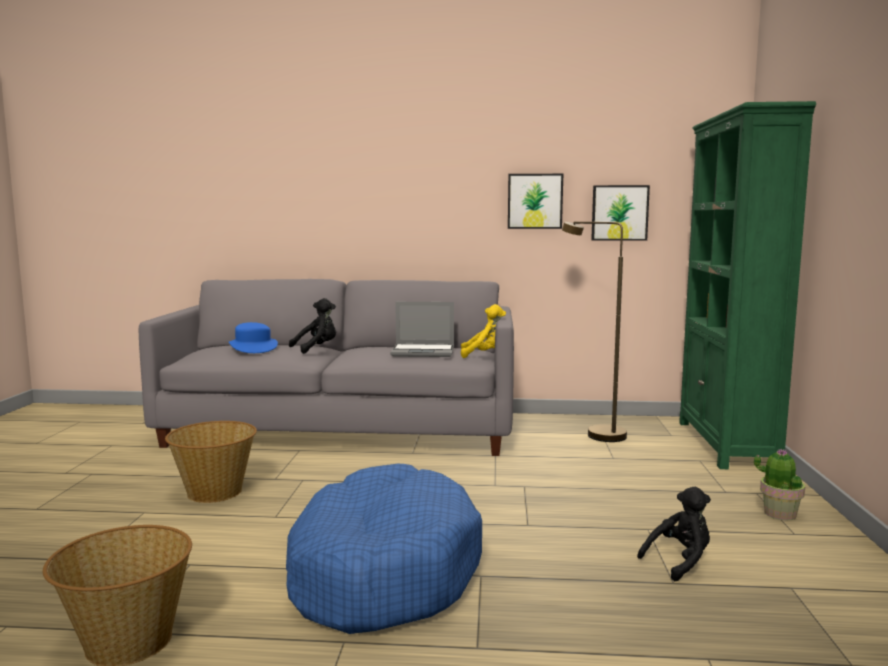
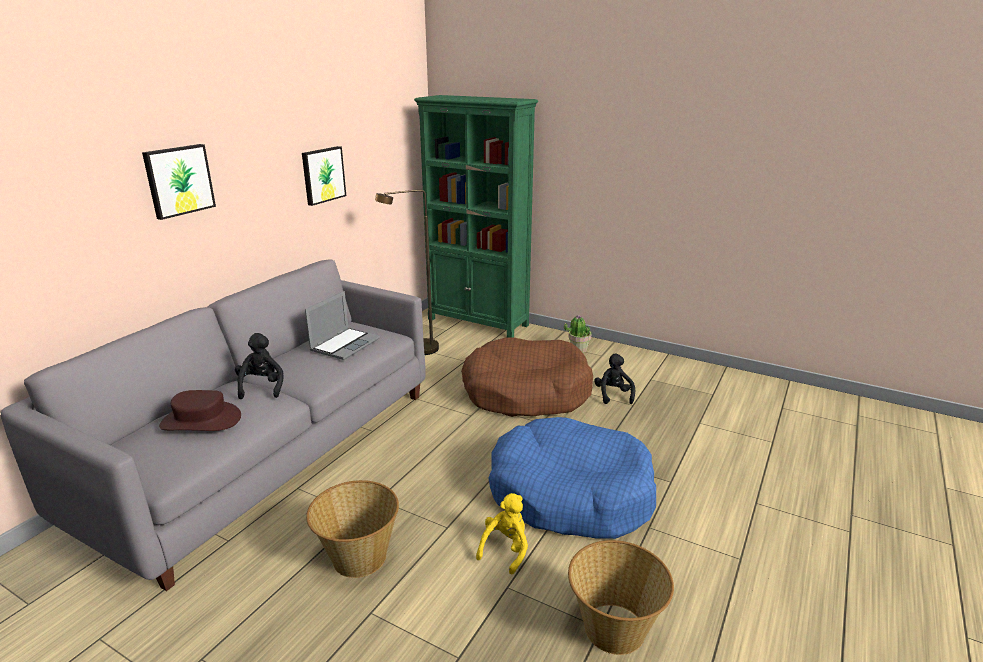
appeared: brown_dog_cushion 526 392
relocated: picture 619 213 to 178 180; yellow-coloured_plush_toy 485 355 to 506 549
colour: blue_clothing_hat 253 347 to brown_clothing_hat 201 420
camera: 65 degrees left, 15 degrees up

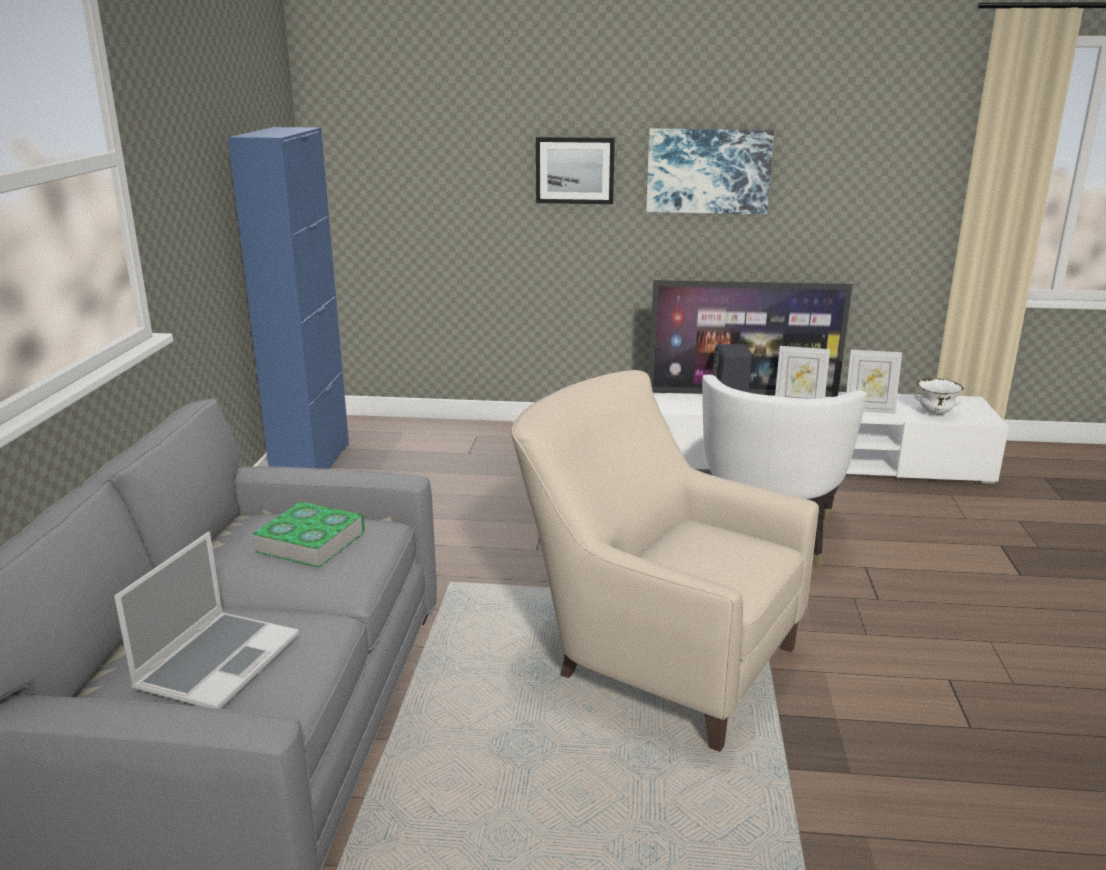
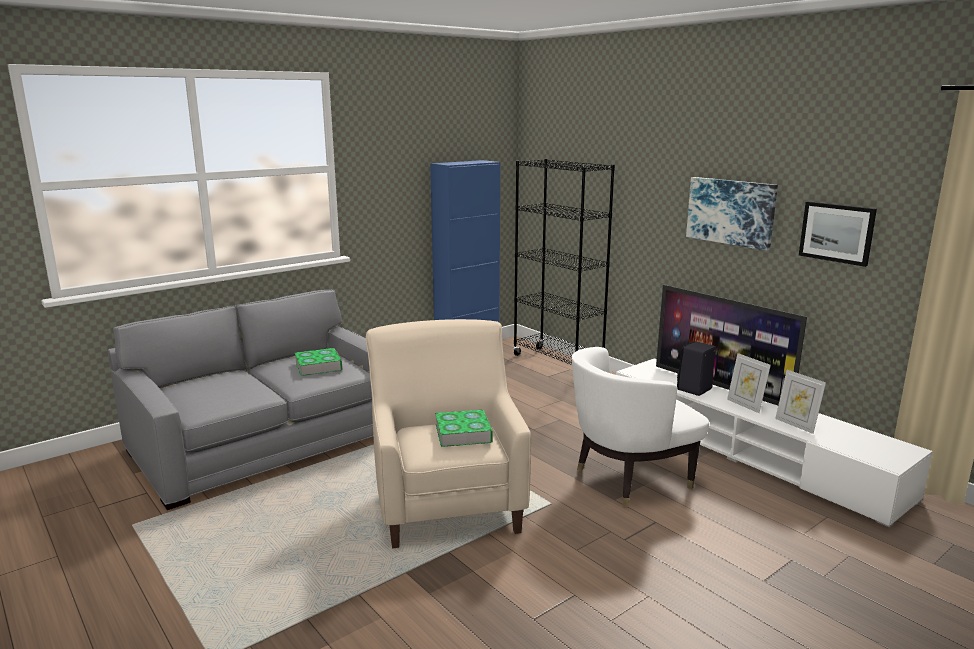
missing: white-coloured_deep_dish 935 413; notebook_computer 218 661
appeared: black-coloured_bookcase 557 363; volume 463 433
relocated: picture 575 170 to 837 232
camera: 45 degrees right, 5 degrees down

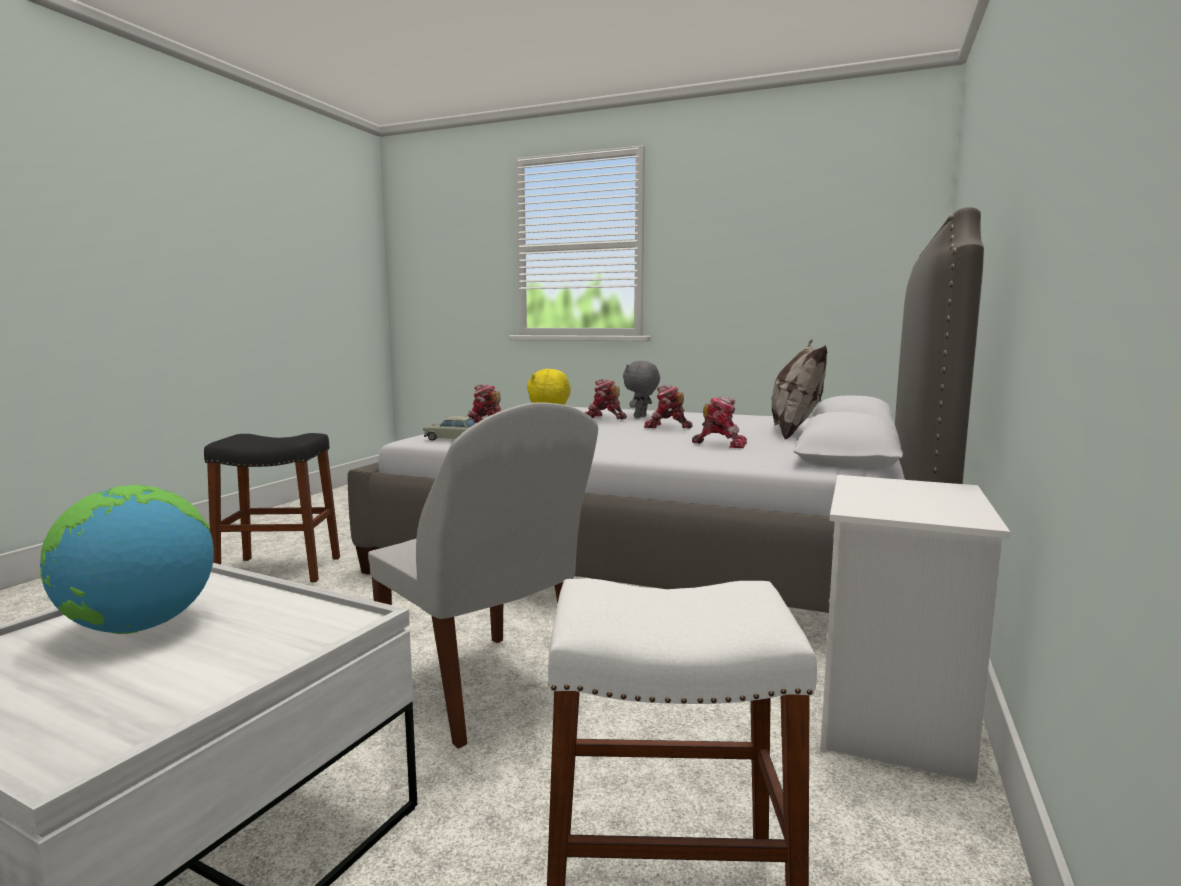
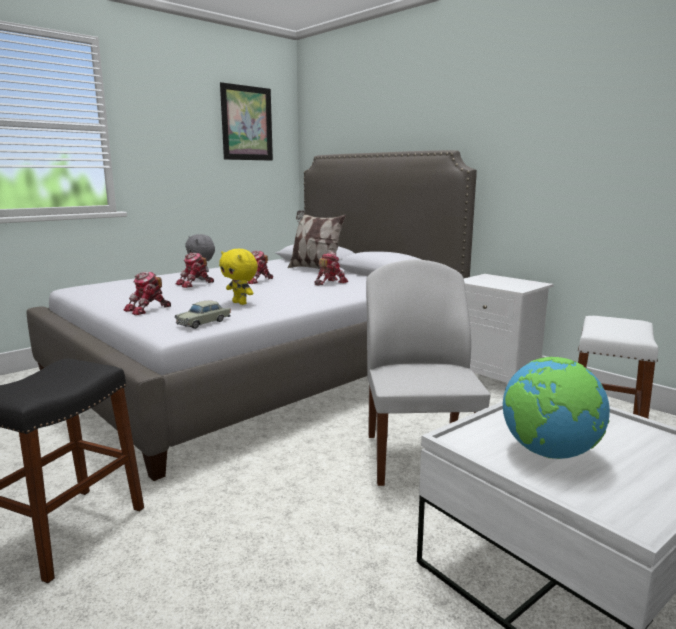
appeared: picture 247 123
spun: white-coloured_upright_chair 484 689 = 419 456 75 degrees counterclockwise
camera: 65 degrees left, 5 degrees up

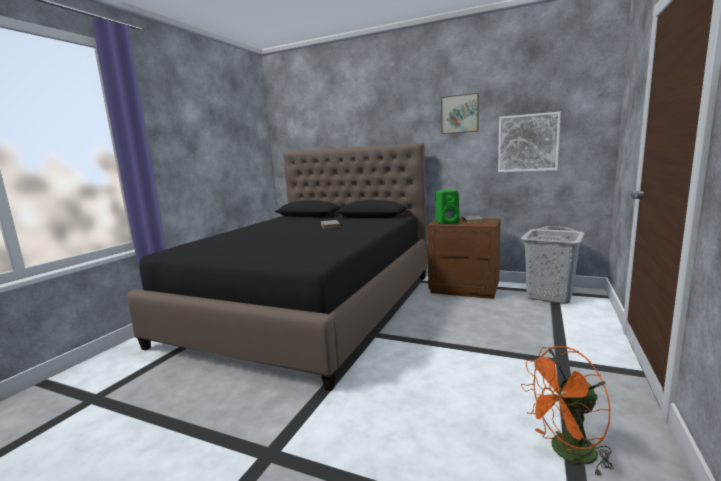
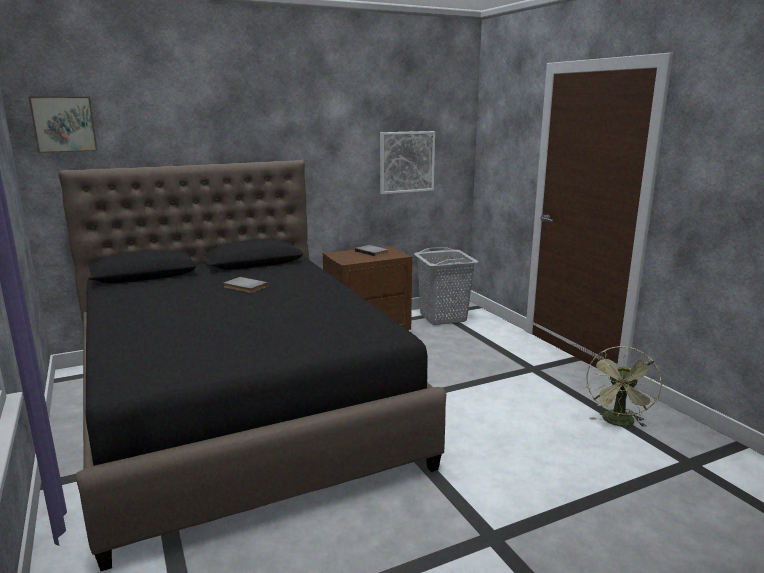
missing: greenish_loudspeaker 447 222
relocated: picture 460 114 to 64 124
colour: orangey_fan 567 453 to greenish_fan 619 423
camera: 50 degrees left, 5 degrees up

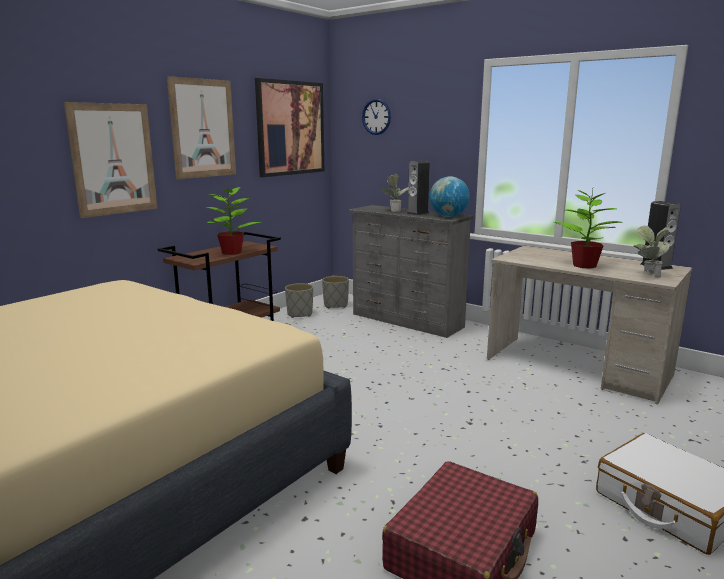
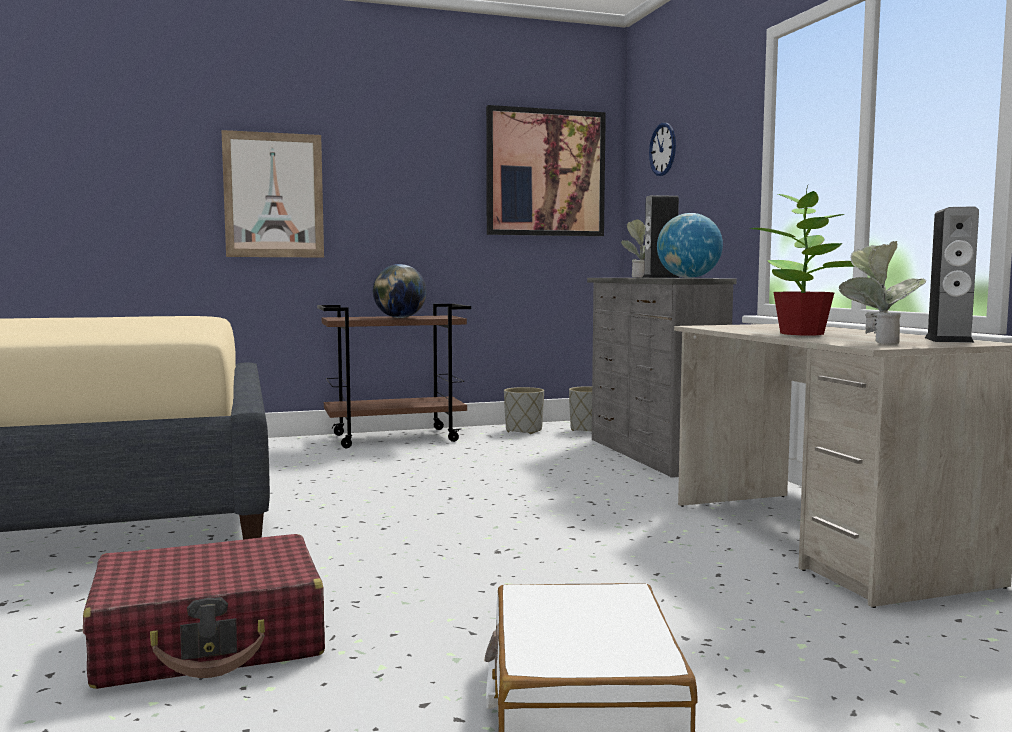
missing: picture 203 128
exchanged: potted_plant 232 252 to world_globe 400 318
camera: 35 degrees right, 10 degrees down

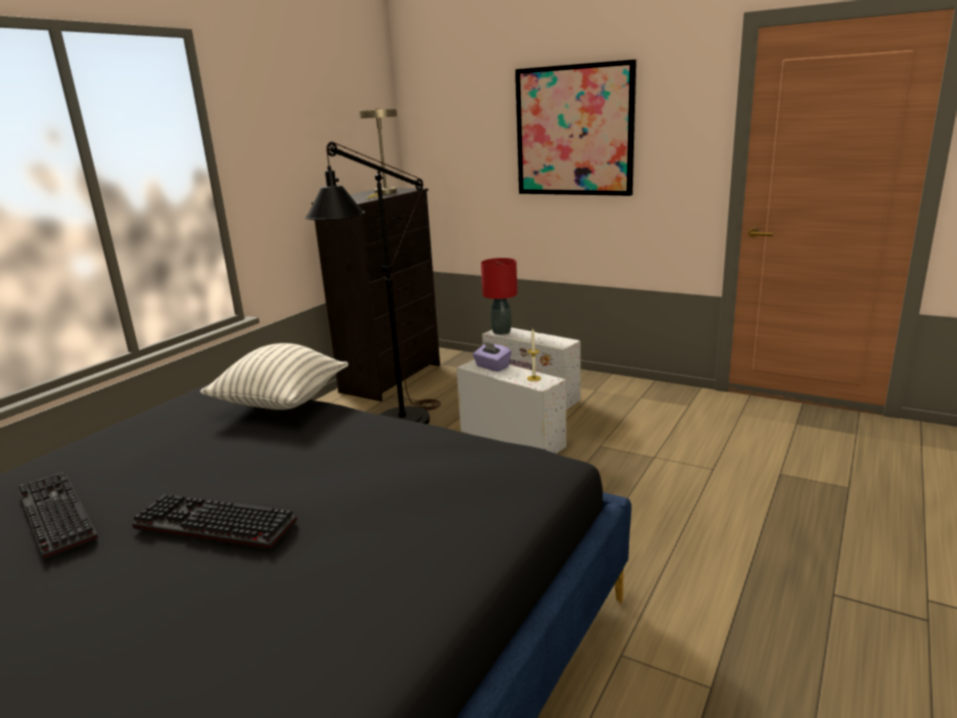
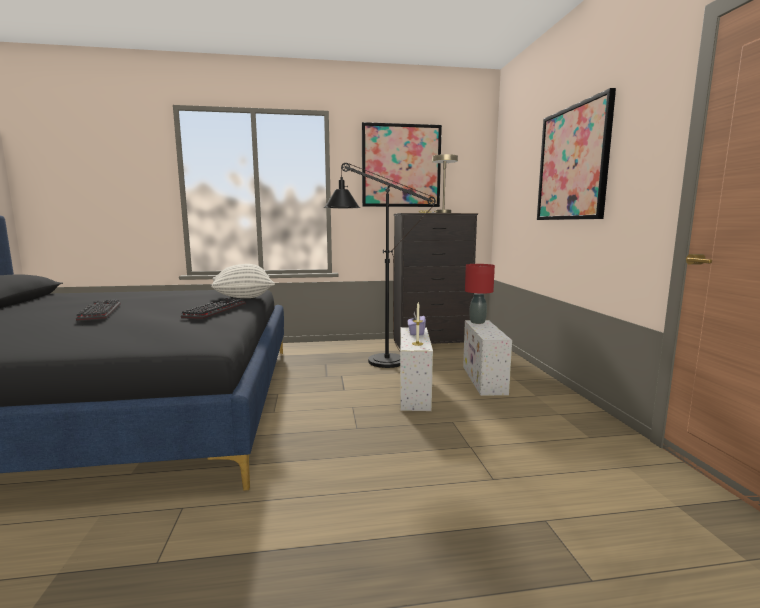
appeared: picture 401 166
relocated: keyboard 52 516 to 215 310
camera: 50 degrees right, 10 degrees down

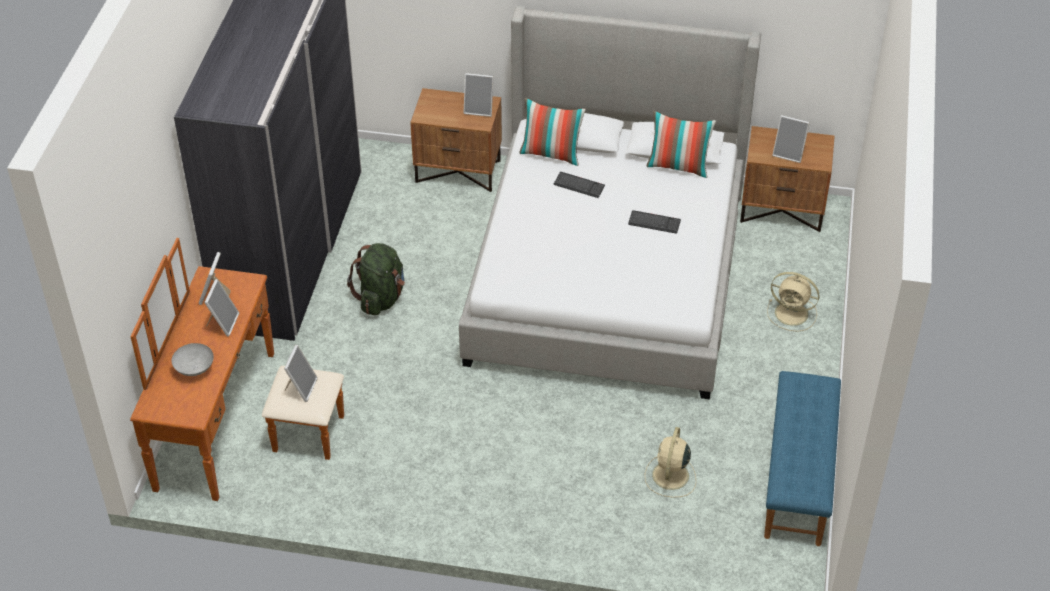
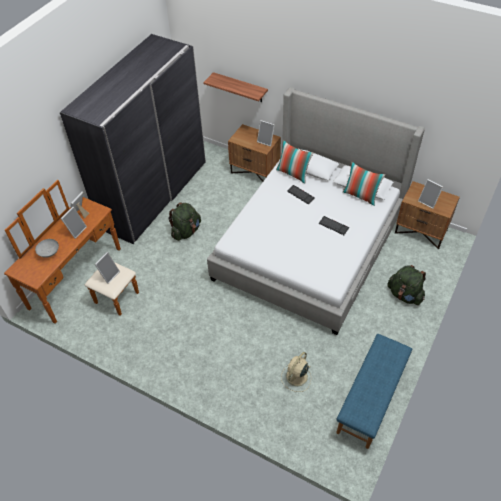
appeared: shelf 240 87
exchanged: beige_fan 793 314 to greenish_rucksack 405 295
camera: 20 degrees right, 5 degrees up

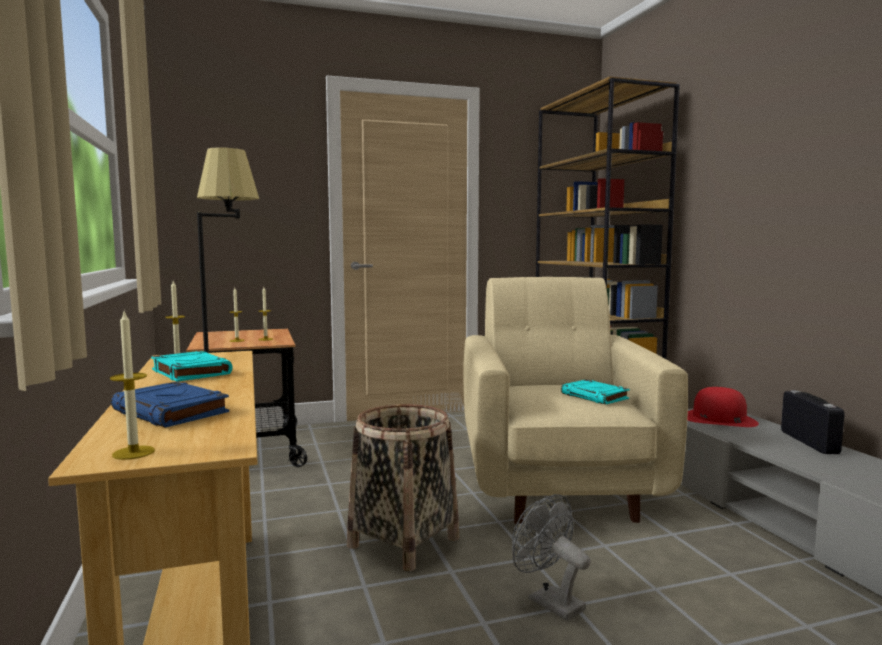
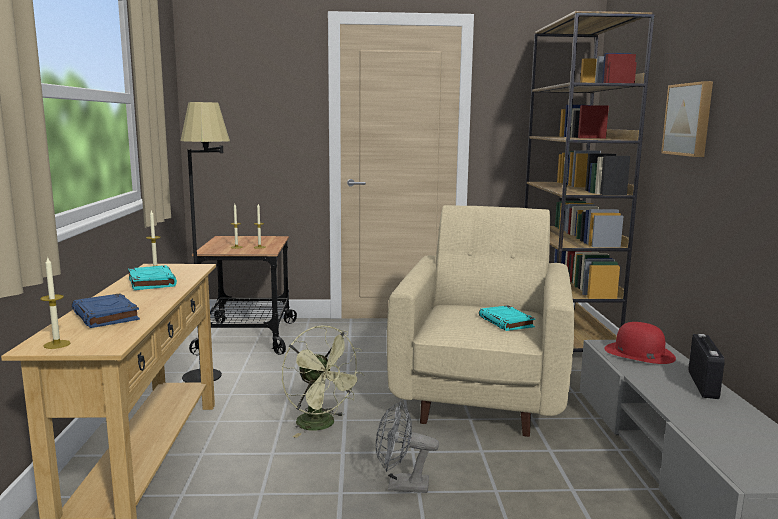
appeared: picture 689 119
exchanged: basket 404 542 to greenish_fan 322 425
spun: greyish_fan 548 601 = 401 486 60 degrees counterclockwise
camera: 15 degrees right, 5 degrees up

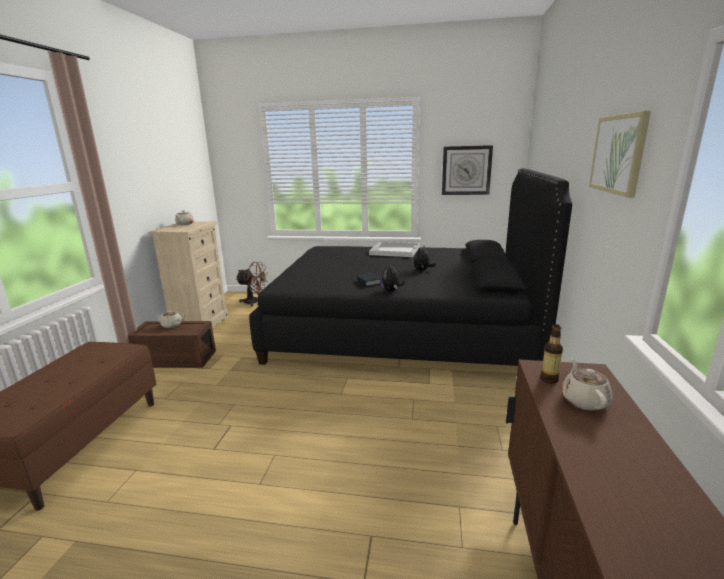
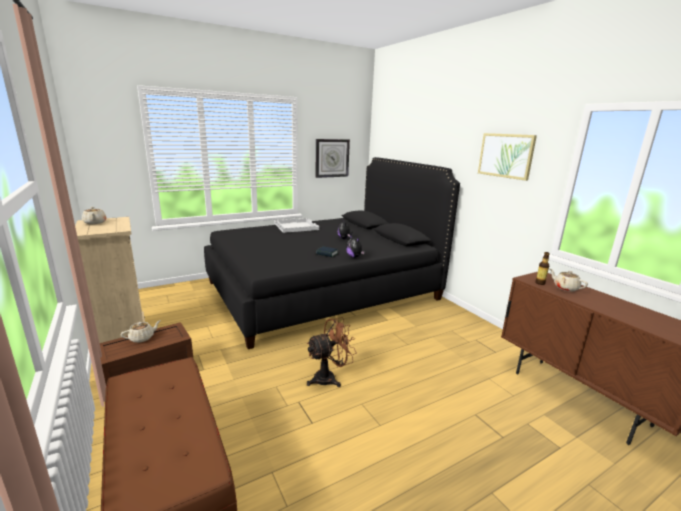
relocated: brown_fan 254 302 to 329 378
camera: 40 degrees left, 0 degrees up

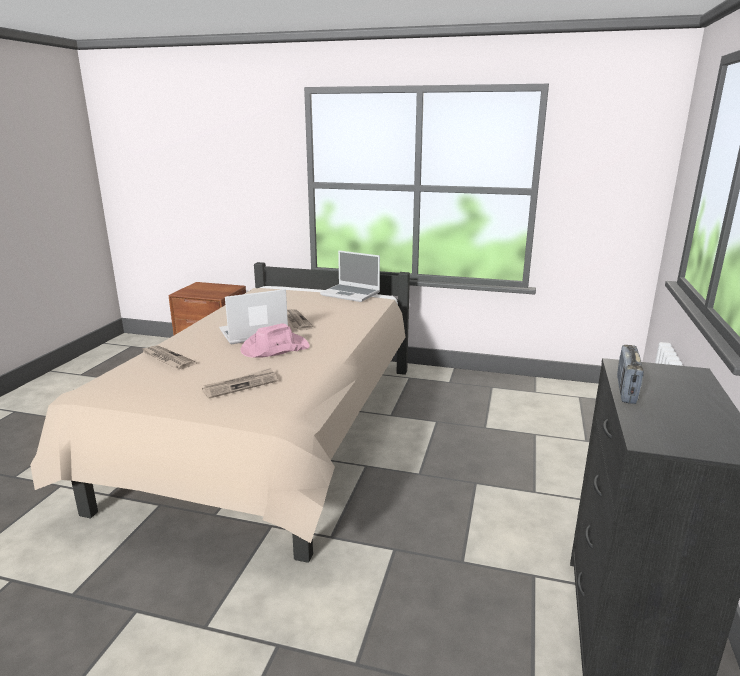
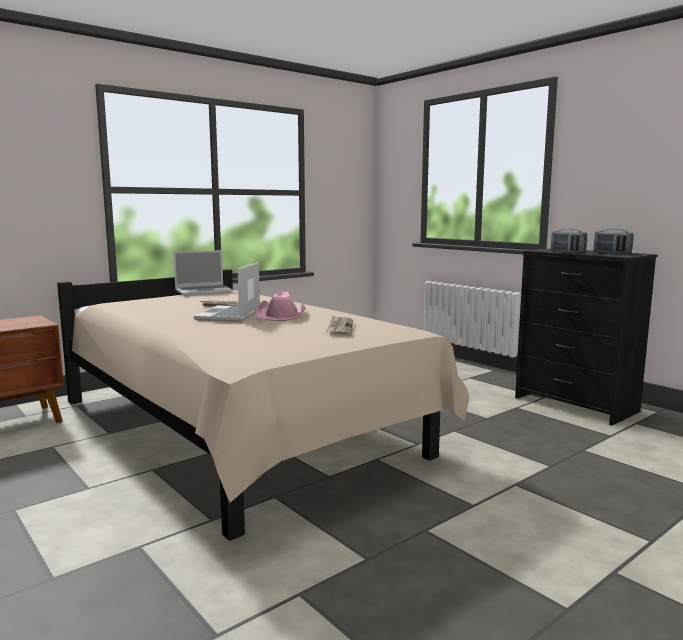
missing: daily_paper 167 359
appeared: radio 612 253
camera: 55 degrees left, 10 degrees down

